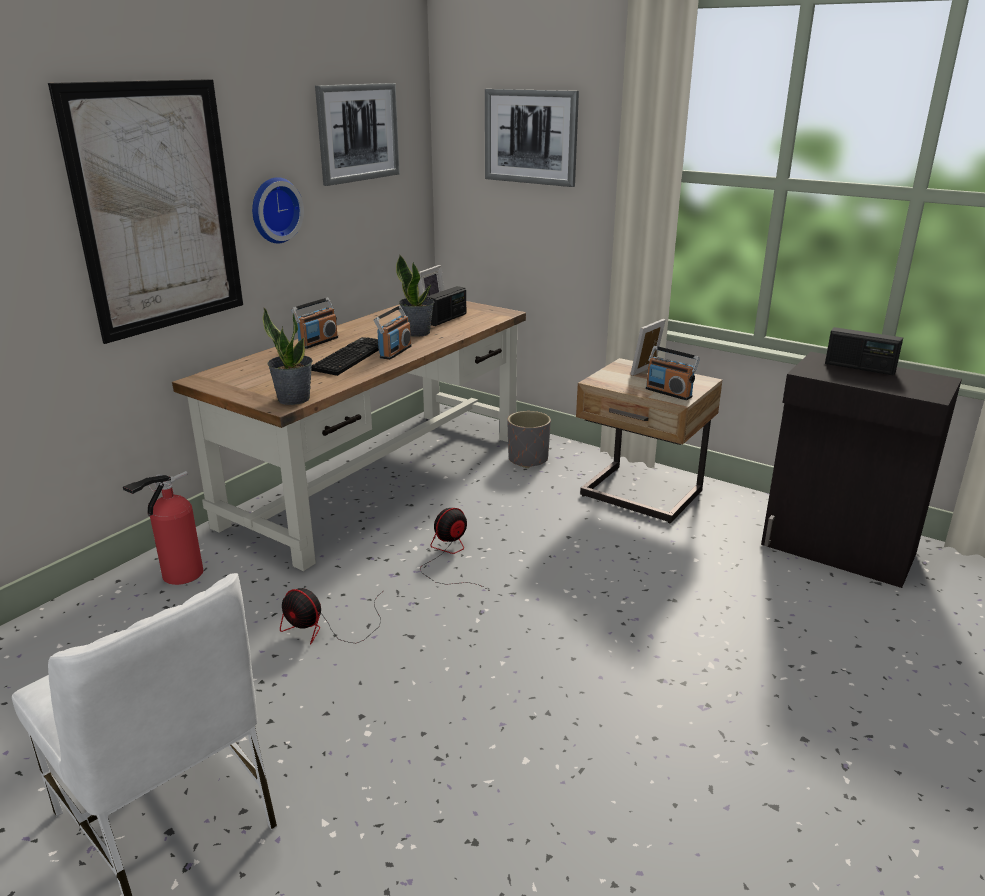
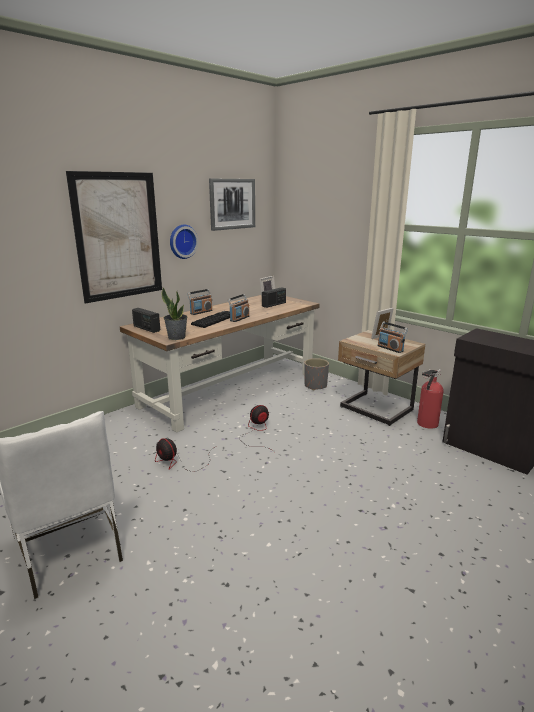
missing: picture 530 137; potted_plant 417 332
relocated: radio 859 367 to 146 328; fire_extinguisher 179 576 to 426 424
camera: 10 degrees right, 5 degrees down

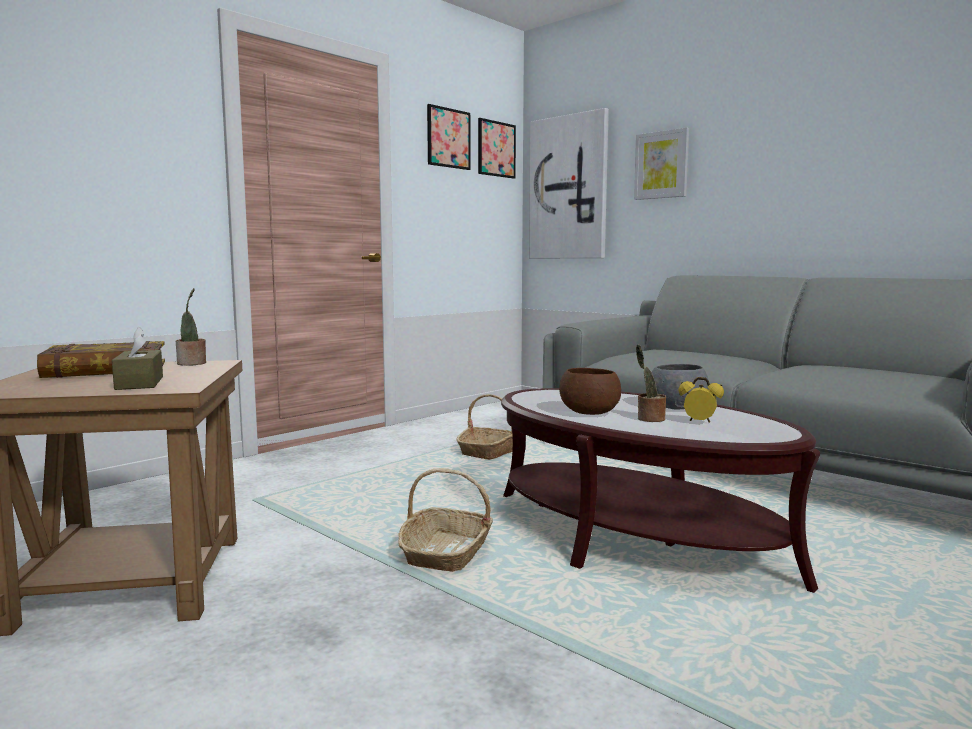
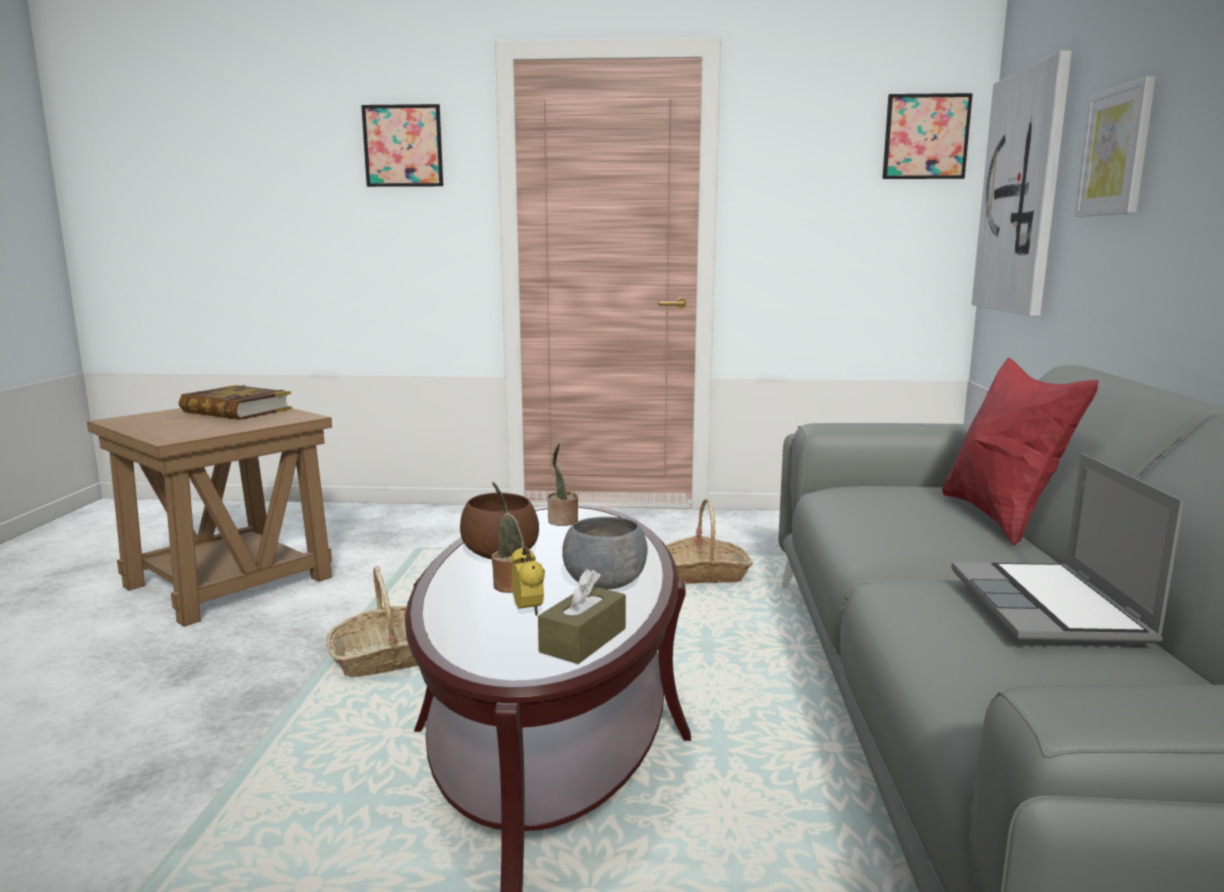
appeared: reddish_throw_pillow 1002 518; notebook_computer 1050 607
relocated: picture 448 138 to 403 146; potted_plant 192 363 to 562 522; brown_tissue_holder 139 383 to 583 640
camera: 50 degrees right, 5 degrees up

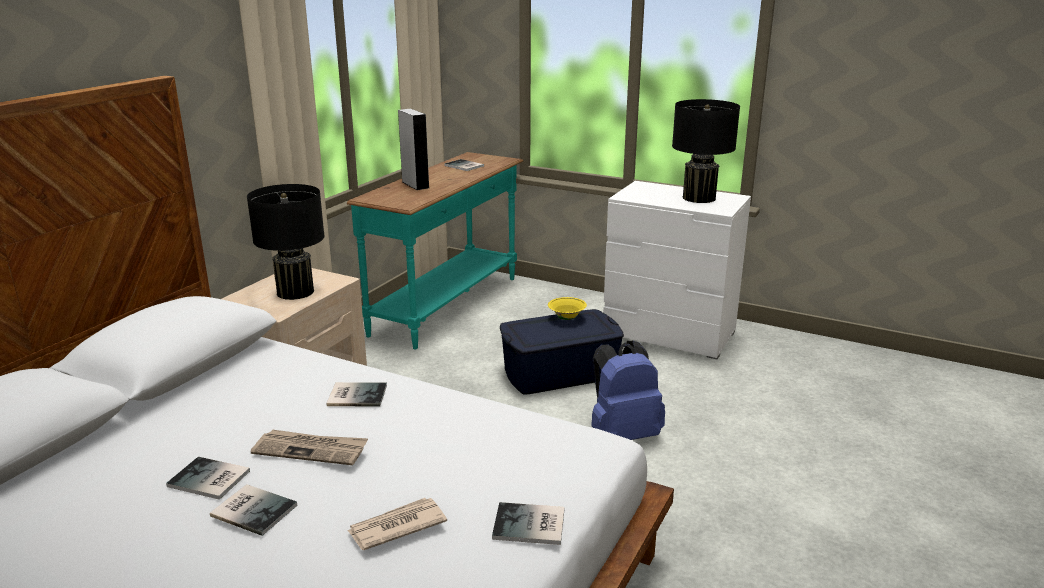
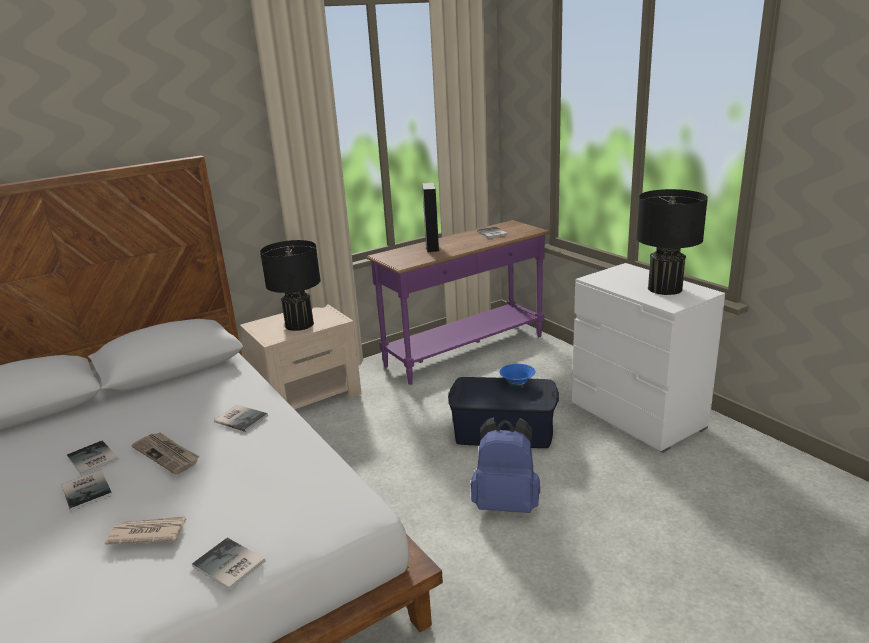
colour: turquoise-coloured_hall_table 447 306 to purple-coloured_hall_table 466 351; yellow-coloured_deep_dish 567 318 to blue_deep_dish 517 383
camera: 30 degrees right, 0 degrees up

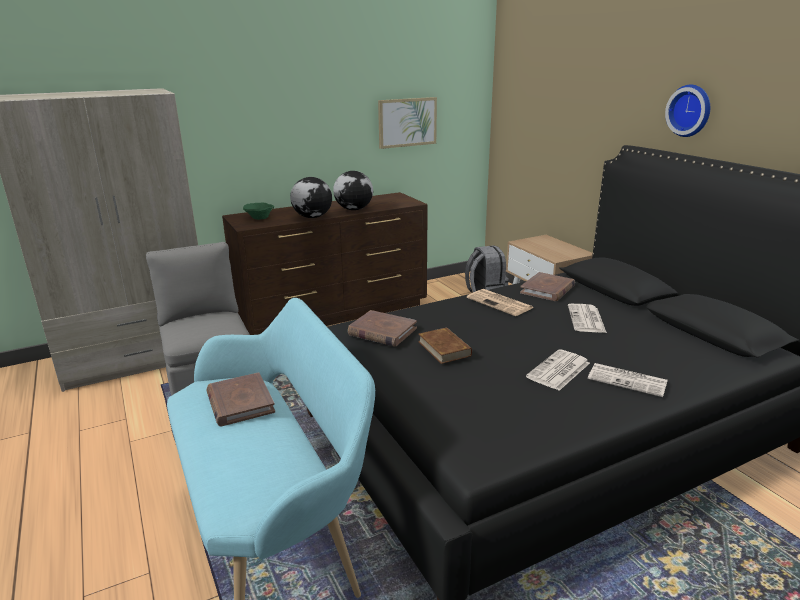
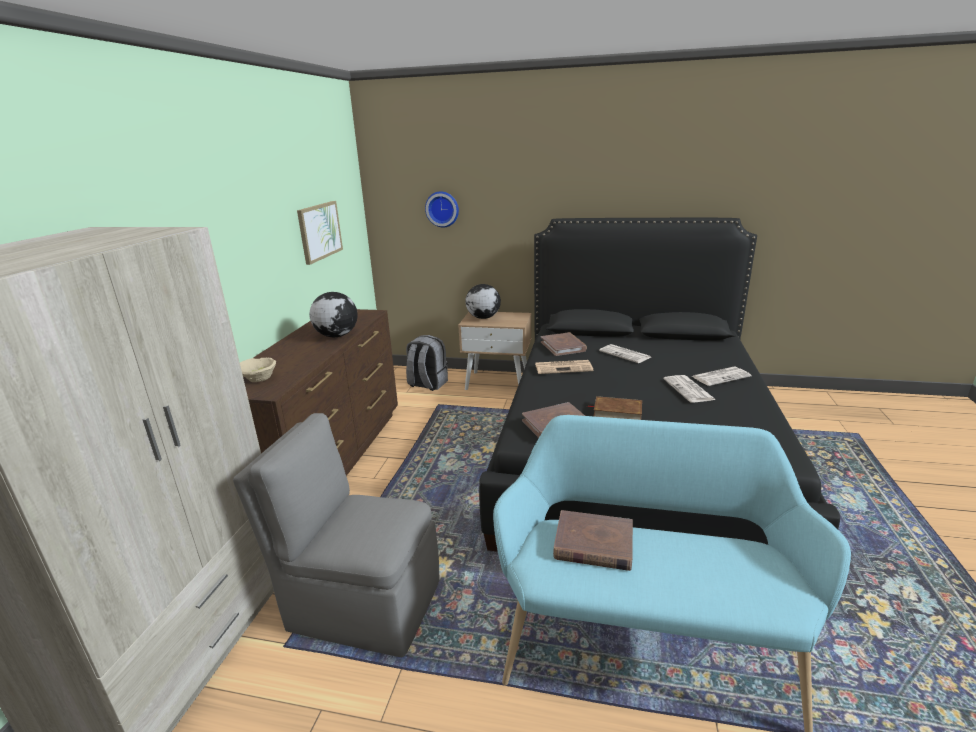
relocated: hanging_clock 690 110 to 442 209; world_globe 312 217 to 483 317
colour: greenish_deep_dish 260 218 to beige_deep_dish 258 379
camera: 50 degrees left, 0 degrees up

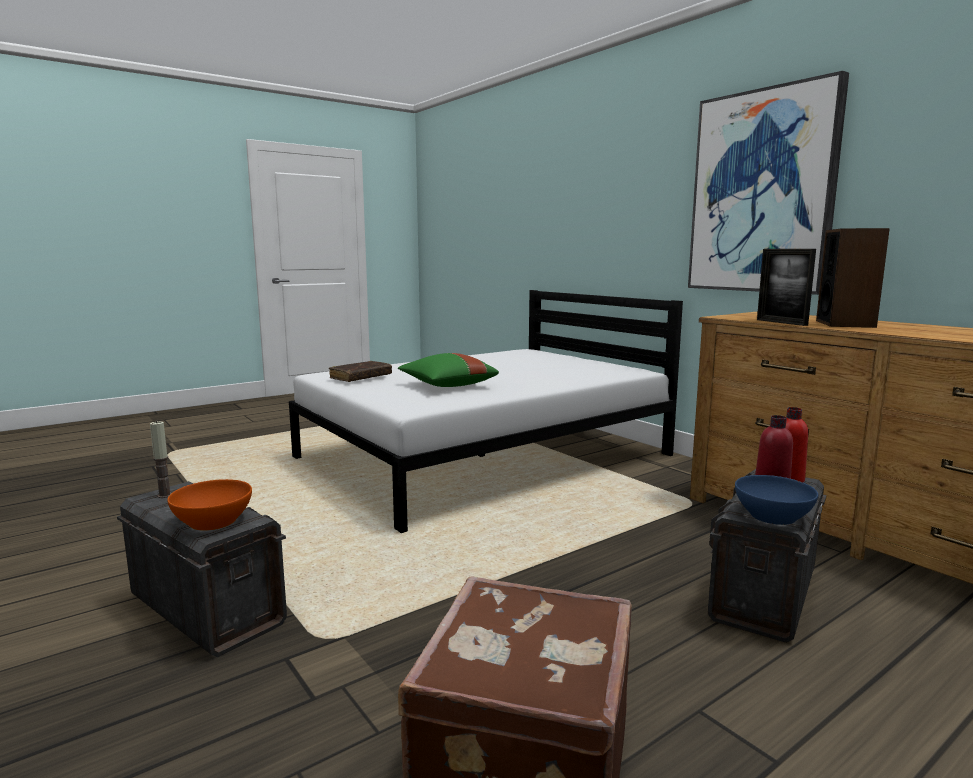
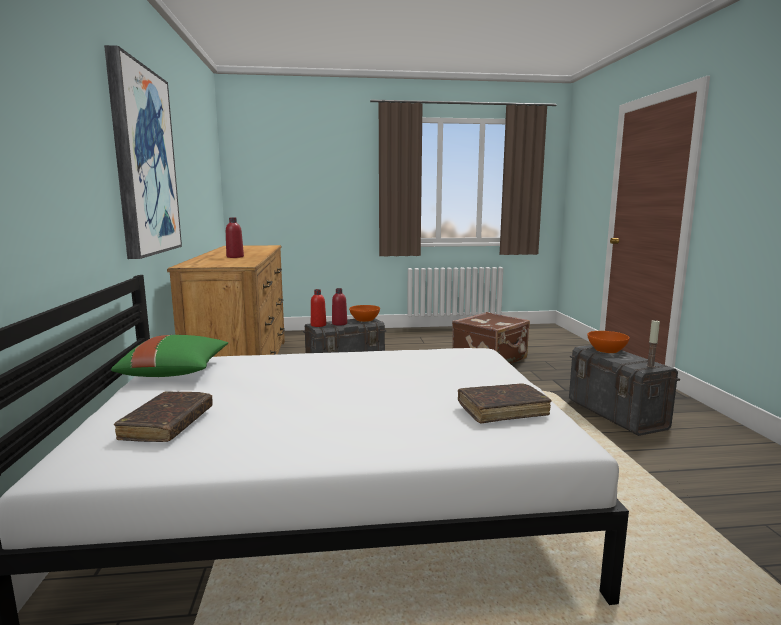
missing: photo_frame 781 322
appeared: brown_volume 167 425
relocated: greenish_throw_pillow 447 385 to 176 372
exchanged: loudspeaker 845 324 to reddish_bottle 235 257
colour: blue_deep_dish 772 515 to orangey_deep_dish 364 319
camera: 150 degrees left, 0 degrees up

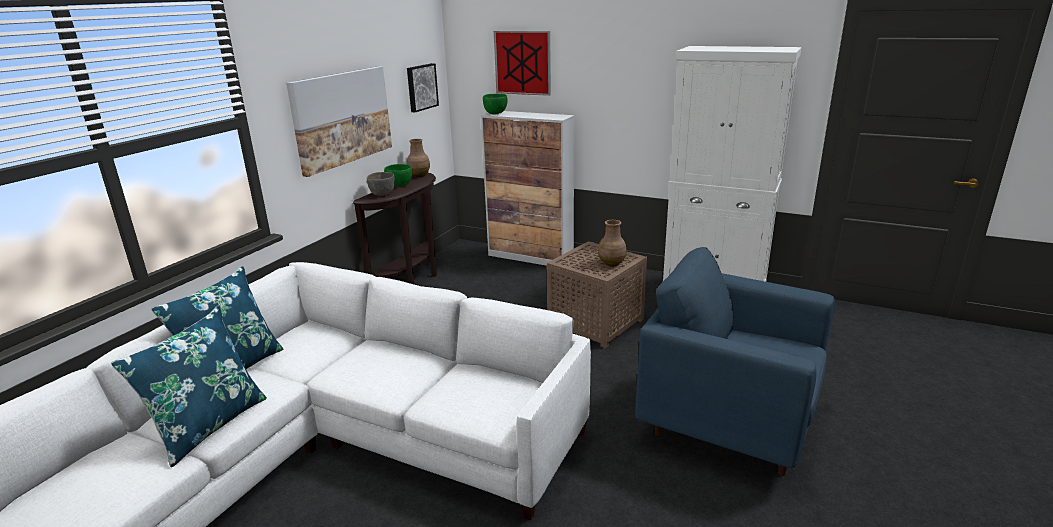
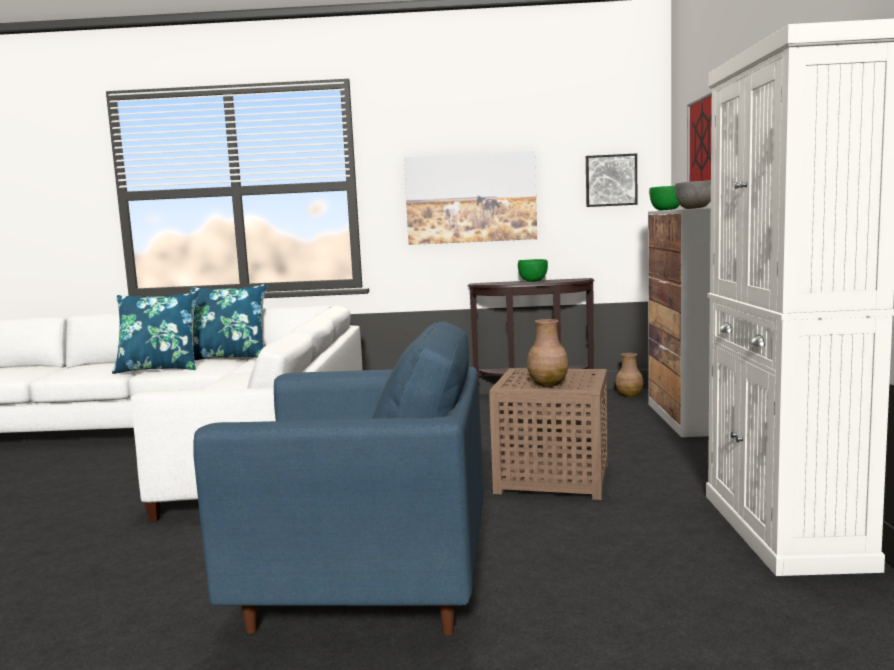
relocated: brown_vase 419 175 to 629 395; greyish_deep_dish 382 194 to 695 208
spun: blue_lounge_chair 729 424 = 365 591 90 degrees clockwise
camera: 65 degrees right, 15 degrees down

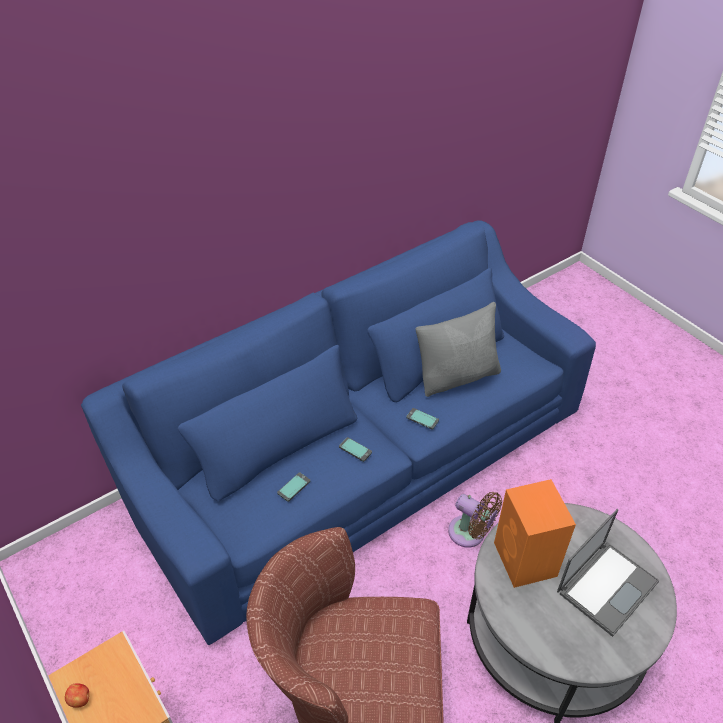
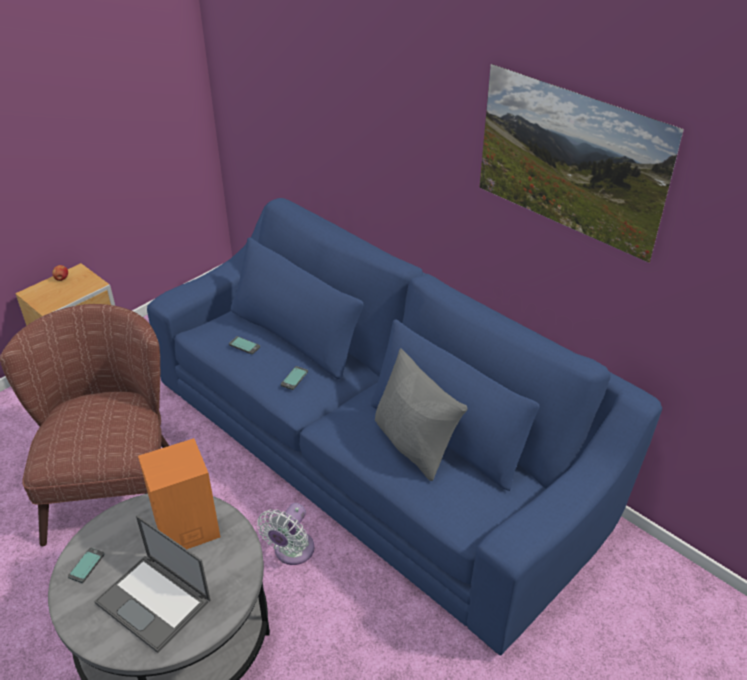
appeared: picture 564 193
relocated: phone 422 419 to 86 565
colour: brown_fan 470 534 to white-coloured_fan 291 552
camera: 80 degrees right, 5 degrees down

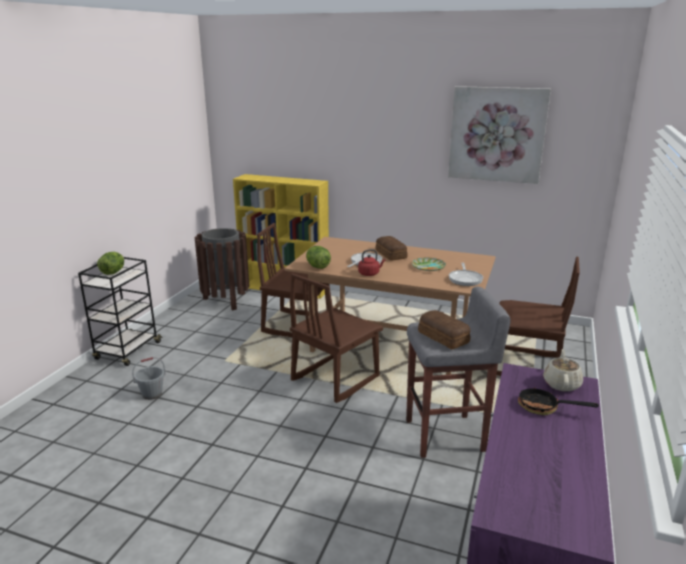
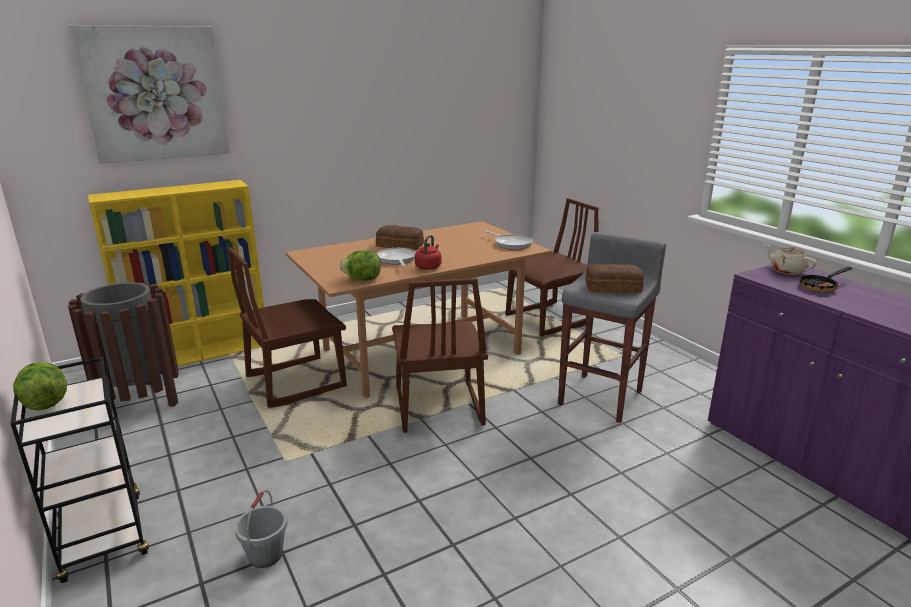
missing: dinner_plate 428 266
relocated: picture 497 134 to 155 94
camera: 50 degrees left, 0 degrees up

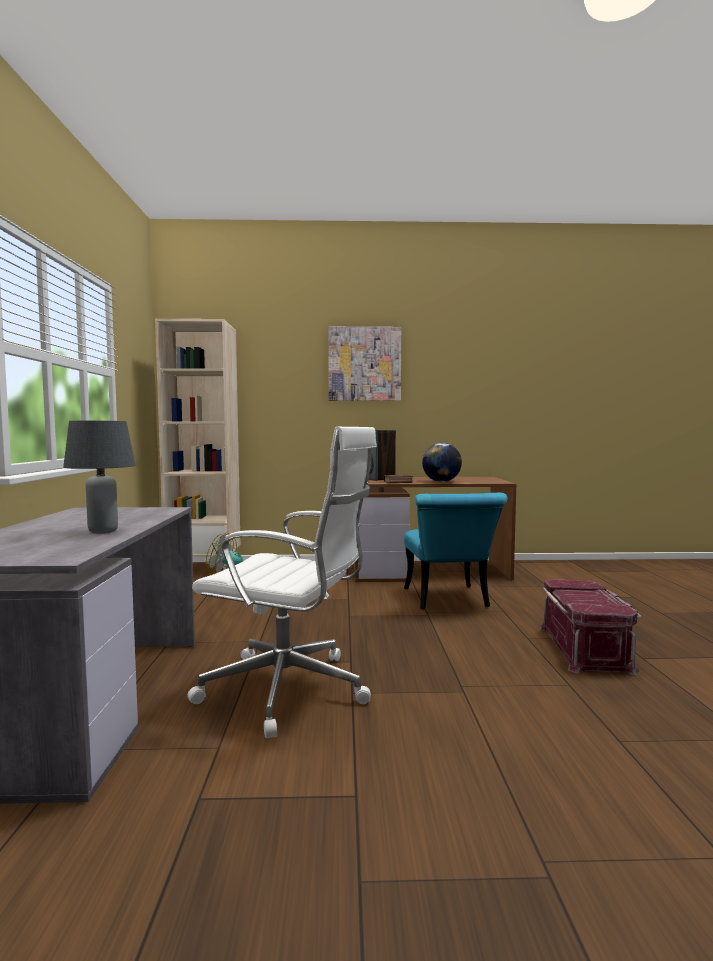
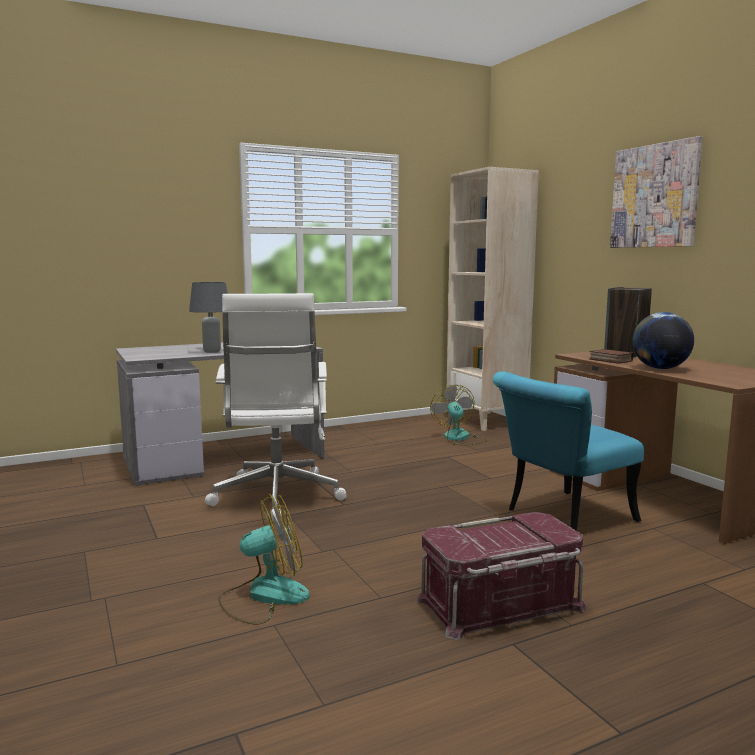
appeared: fan 264 596
camera: 65 degrees right, 5 degrees up

